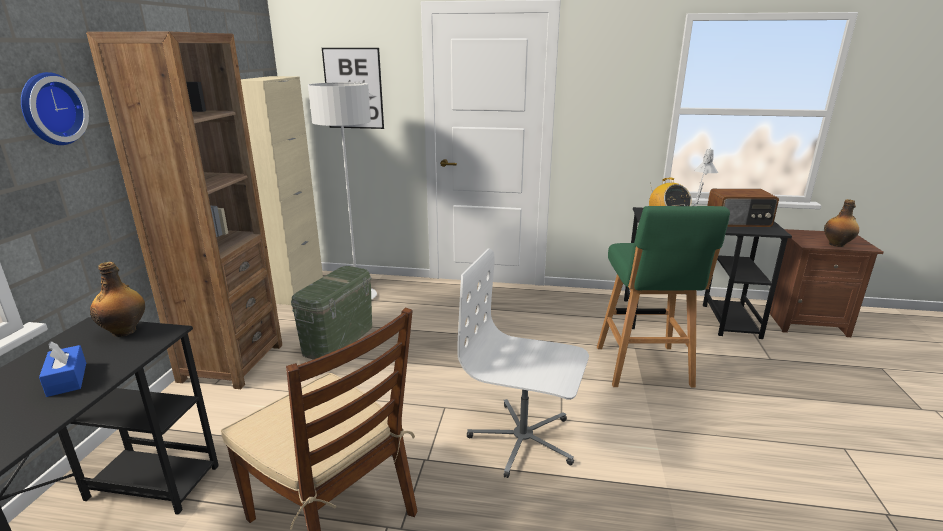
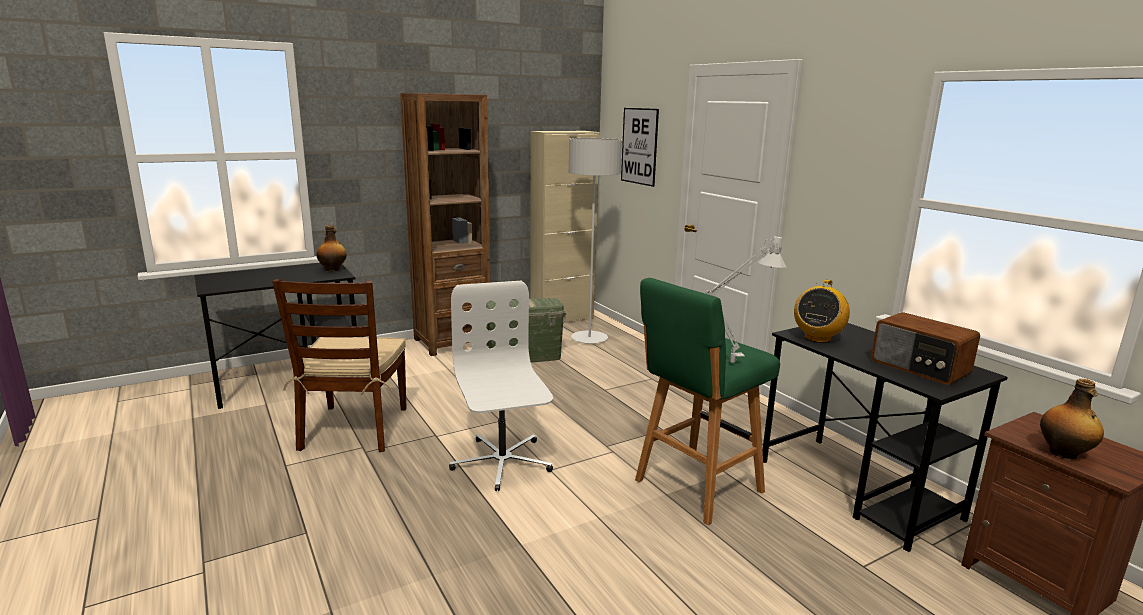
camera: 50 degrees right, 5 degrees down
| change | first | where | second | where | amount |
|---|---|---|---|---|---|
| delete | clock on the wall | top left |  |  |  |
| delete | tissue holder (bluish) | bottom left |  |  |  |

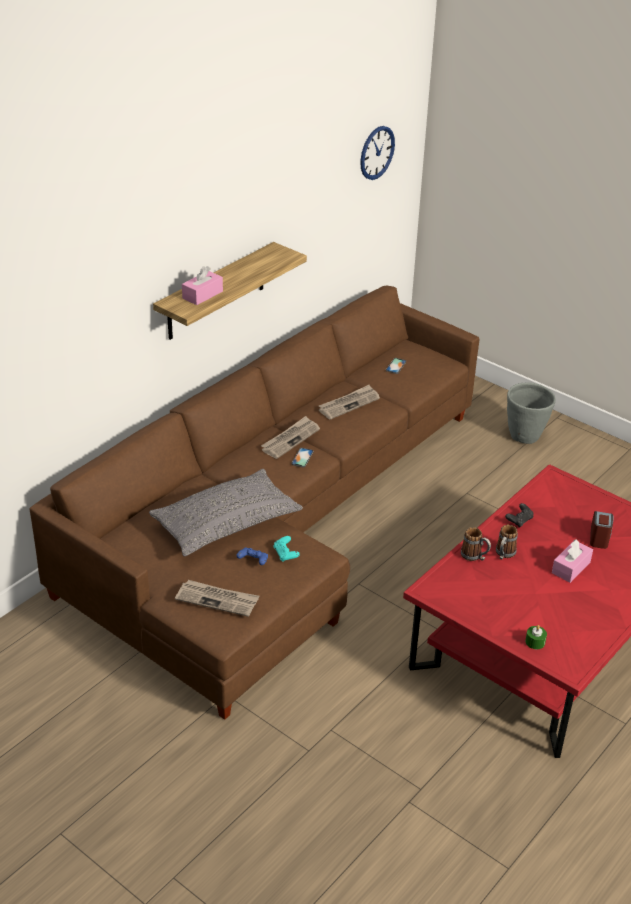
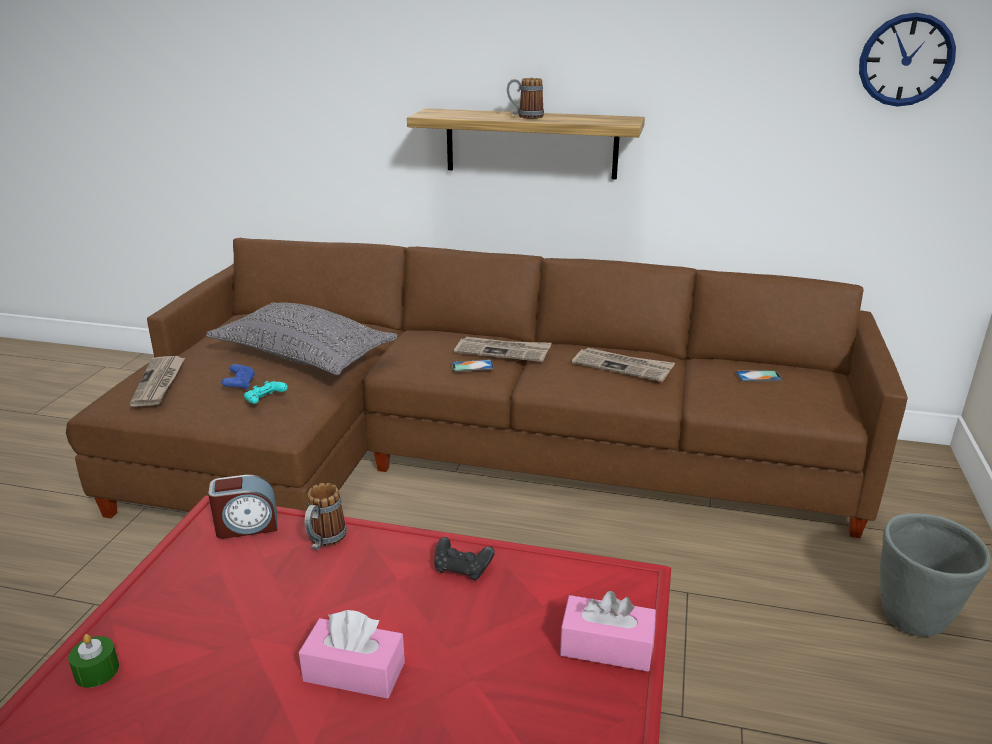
camera: 65 degrees right, 10 degrees down
| change | first | where | second | where | amount |
|---|---|---|---|---|---|
| move | tissue holder (pink) (1st from left in the first image) | top left | tissue holder (pink) (2nd from left) | bottom centre |  |
| move | tea mug (2nd from left) | middle right |  | top centre |  |
| move | bedside clock | middle right |  | bottom left |  |

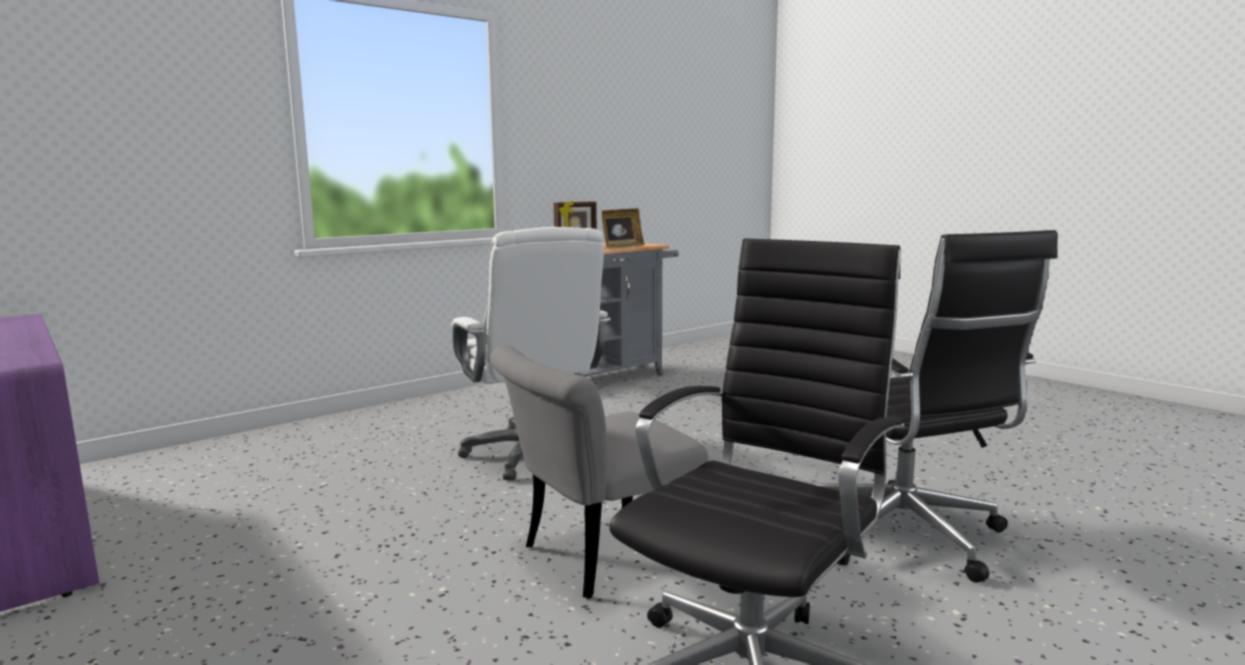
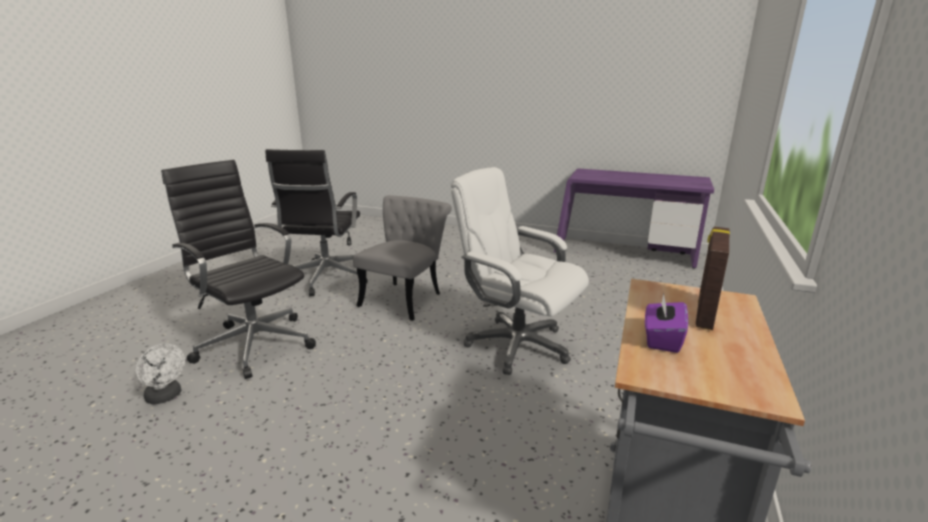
camera: 150 degrees right, 10 degrees up
| change | first | where | second | where | amount |
|---|---|---|---|---|---|
| insert |  |  | cooling fan (white) | bottom left |  |
| replace | photo frame (2nd from left) | centre | tissue holder (purplish) | middle right |  |

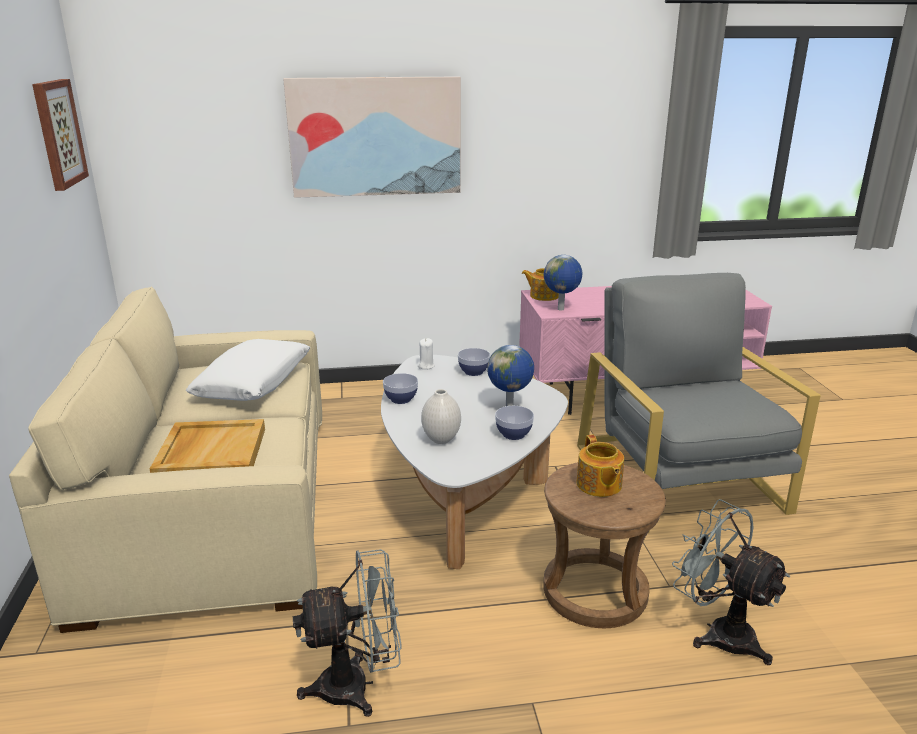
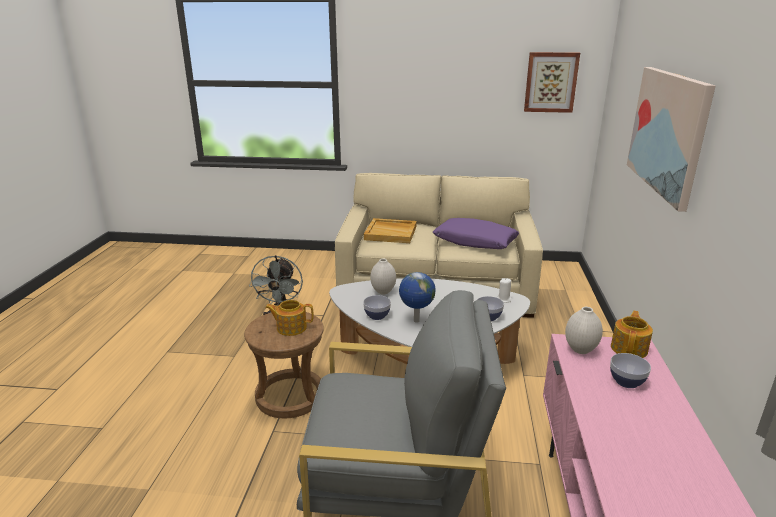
camera: 105 degrees right, 0 degrees up
| change | first | where | second | where | amount |
|---|---|---|---|---|---|
| delete | cooling fan (gray) (2nd from left) | bottom right |  |  |  |
| move | bowl (1st from left in the first image) | centre | bowl (3rd from left) | bottom right |  |
| replace | world globe (2nd from left) | centre | vase (white) (2nd from left) | middle right |  |
| recolor | pillow (white) | middle left | pillow (purplish) | centre |  |

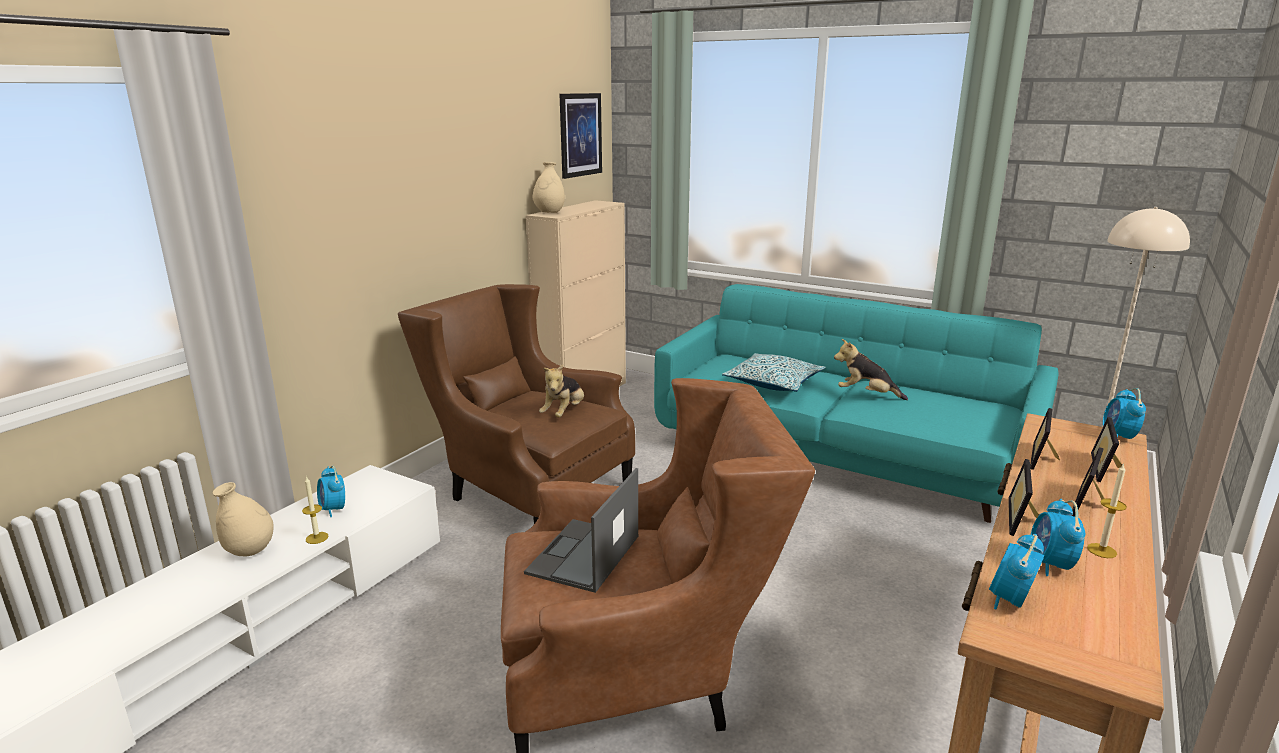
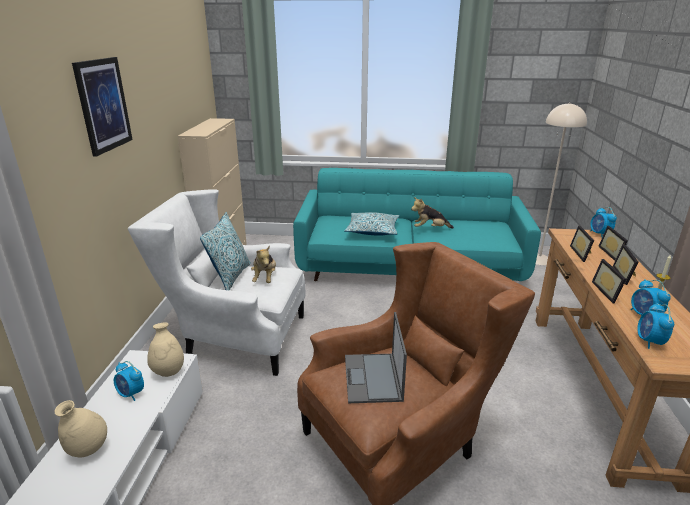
camera: 25 degrees left, 5 degrees up
| change | first | where | second | where | amount |
|---|---|---|---|---|---|
| delete | wax light (1st from left) | bottom left |  |  |  |
| insert |  |  | pillow (1st from left) | middle left |  |
| move | vase (beige) (2nd from left) | top centre |  | bottom left |  |
| move | wall picture | top centre |  | top left |  |
| recolor | easy chair (brownish) (1st from left) | centre | easy chair (white) | middle left |  |

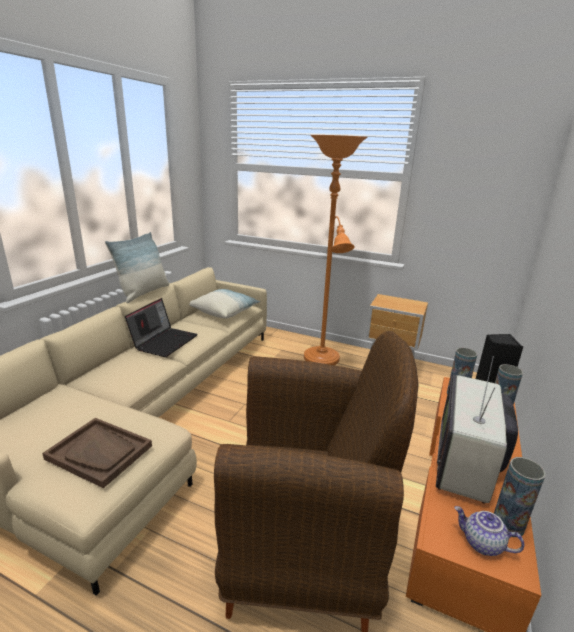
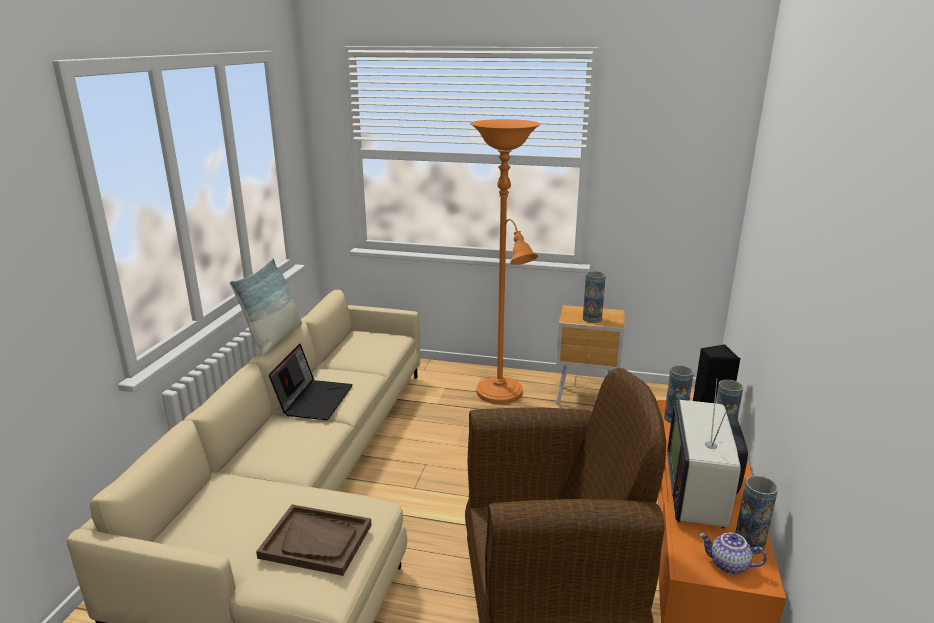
camera: 10 degrees left, 0 degrees up
| change | first | where | second | where | amount |
|---|---|---|---|---|---|
| delete | pillow (2nd from left) | centre |  |  |  |
| insert |  |  | vase (1st from left) | centre |  |

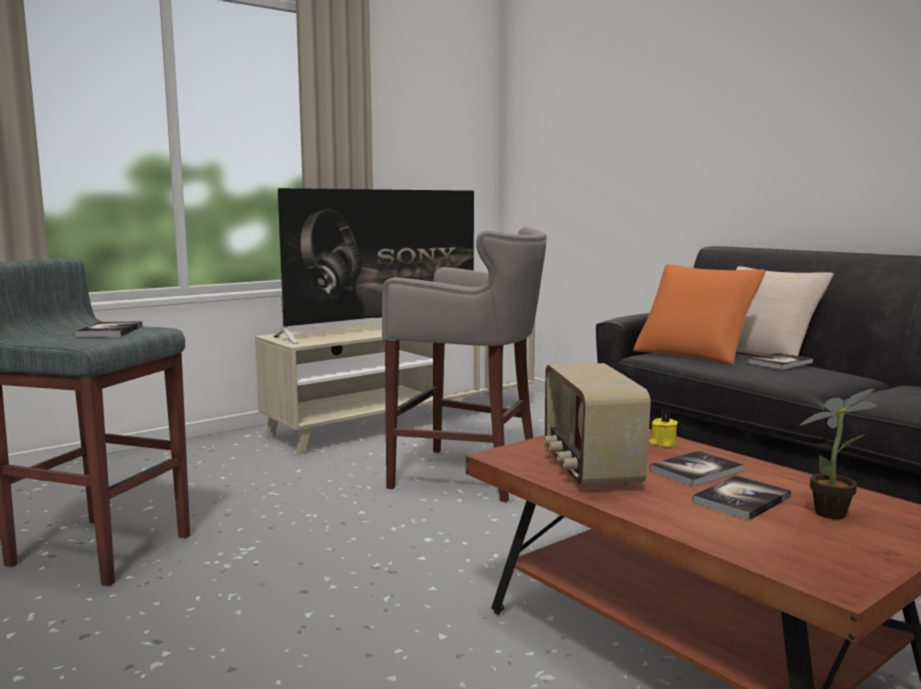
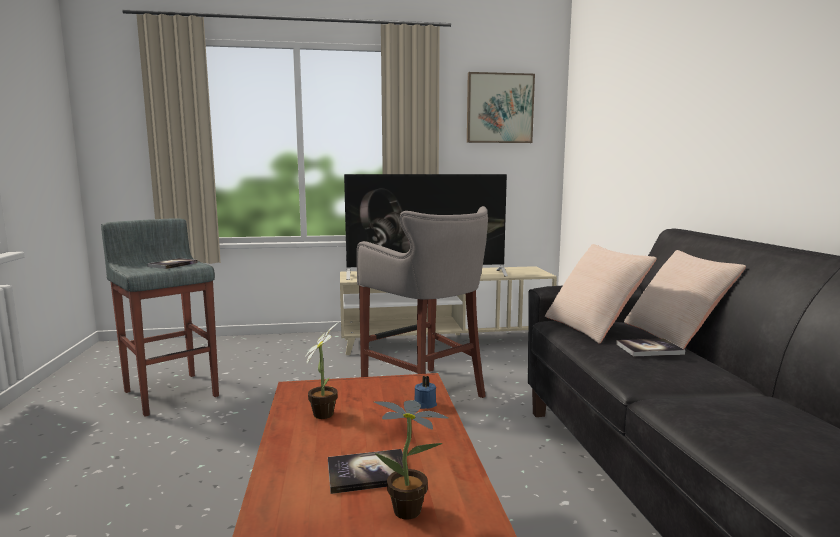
camera: 30 degrees right, 0 degrees up
| change | first | where | second | where | amount |
|---|---|---|---|---|---|
| delete | book (2nd from left) | bottom right |  |  |  |
| insert |  |  | wall picture | top centre |  |
| replace | radio set | centre | potted plant (1st from left) | bottom centre |  |
| recolor | pillow (orangey) | middle right | pillow (beige) (1st from left) | middle right |  |
| recolor | wax light (yellowish) | middle right | wax light (bluish) | bottom centre |  |

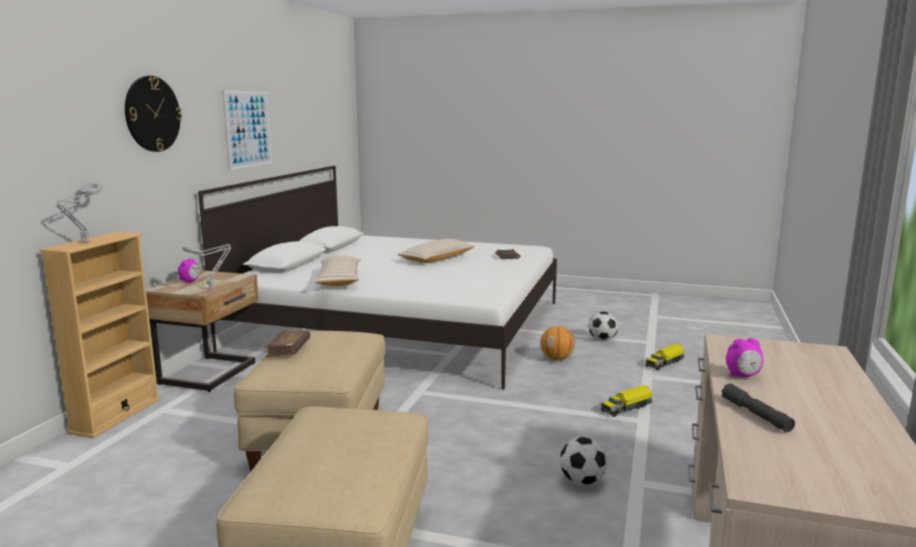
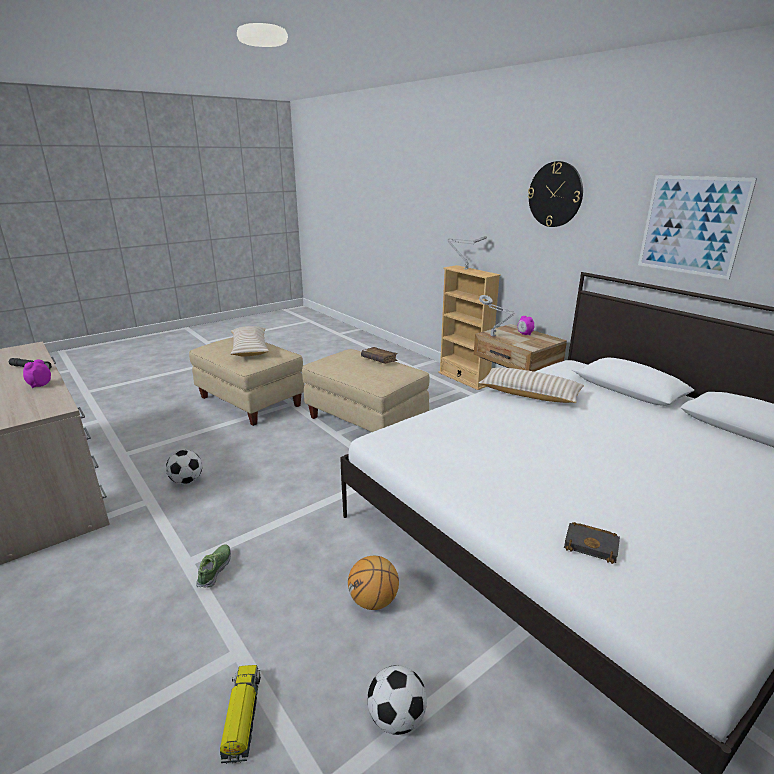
camera: 125 degrees right, 10 degrees up
| change | first | where | second | where | amount |
|---|---|---|---|---|---|
| move | pillow (beige) (2nd from left in the first image) | centre | pillow (beige) (1st from left) | middle left |  |
| replace | model truck (1st from left) | bottom right | shoe | bottom left |  |

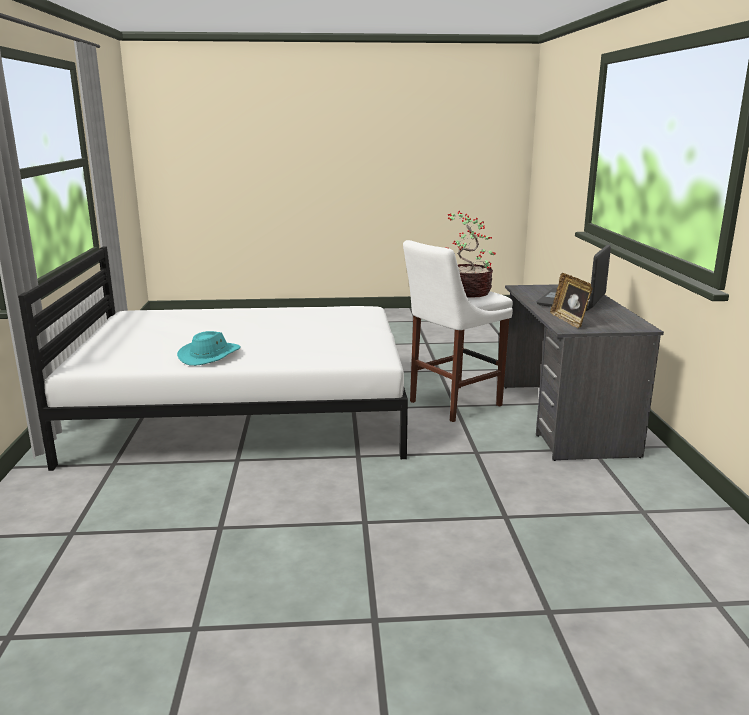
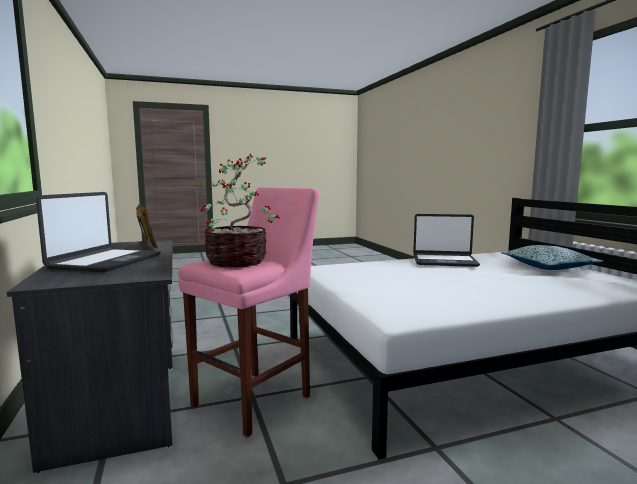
camera: 165 degrees right, 10 degrees down
| change | first | where | second | where | amount |
|---|---|---|---|---|---|
| insert |  |  | pillow | middle right |  |
| replace | wearable hat (blue-green) | middle left | portable computer (2nd from left) | middle right |  |
| recolor | stool (white) | centre | stool (pink) | centre |  |

